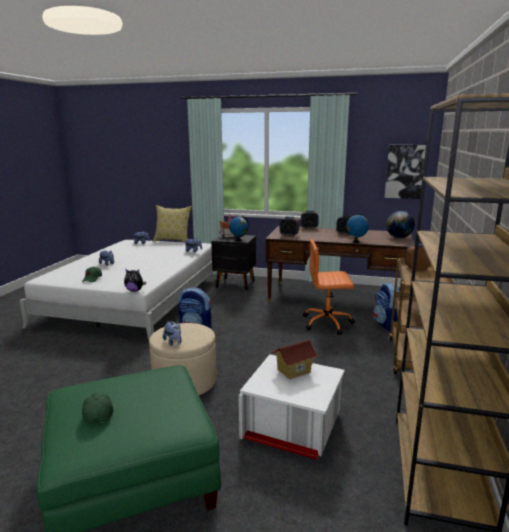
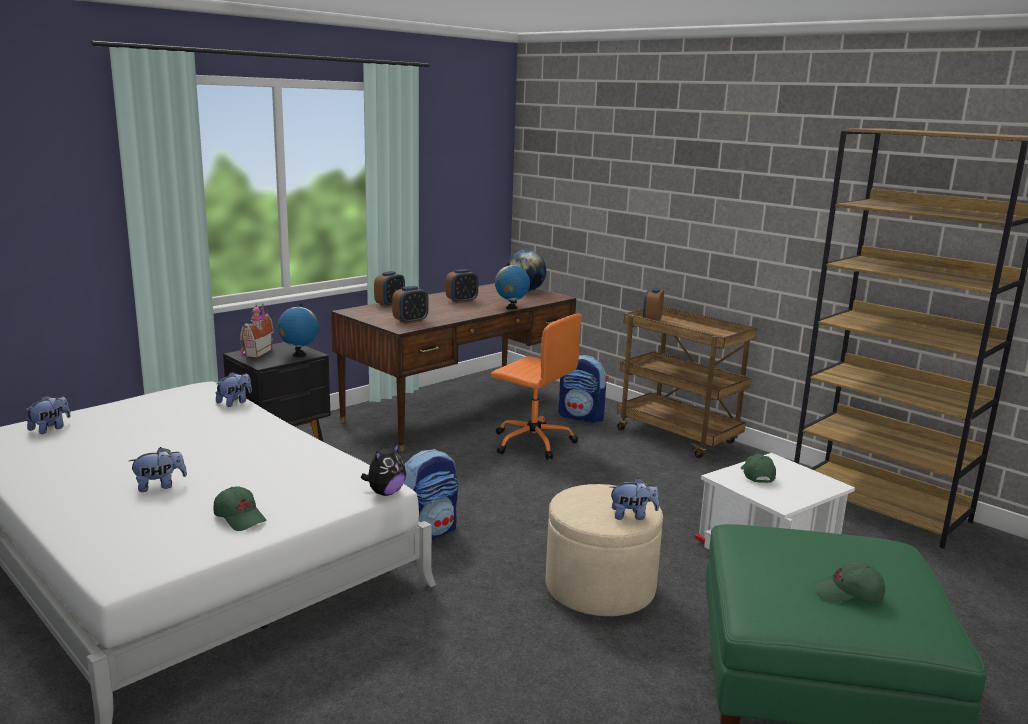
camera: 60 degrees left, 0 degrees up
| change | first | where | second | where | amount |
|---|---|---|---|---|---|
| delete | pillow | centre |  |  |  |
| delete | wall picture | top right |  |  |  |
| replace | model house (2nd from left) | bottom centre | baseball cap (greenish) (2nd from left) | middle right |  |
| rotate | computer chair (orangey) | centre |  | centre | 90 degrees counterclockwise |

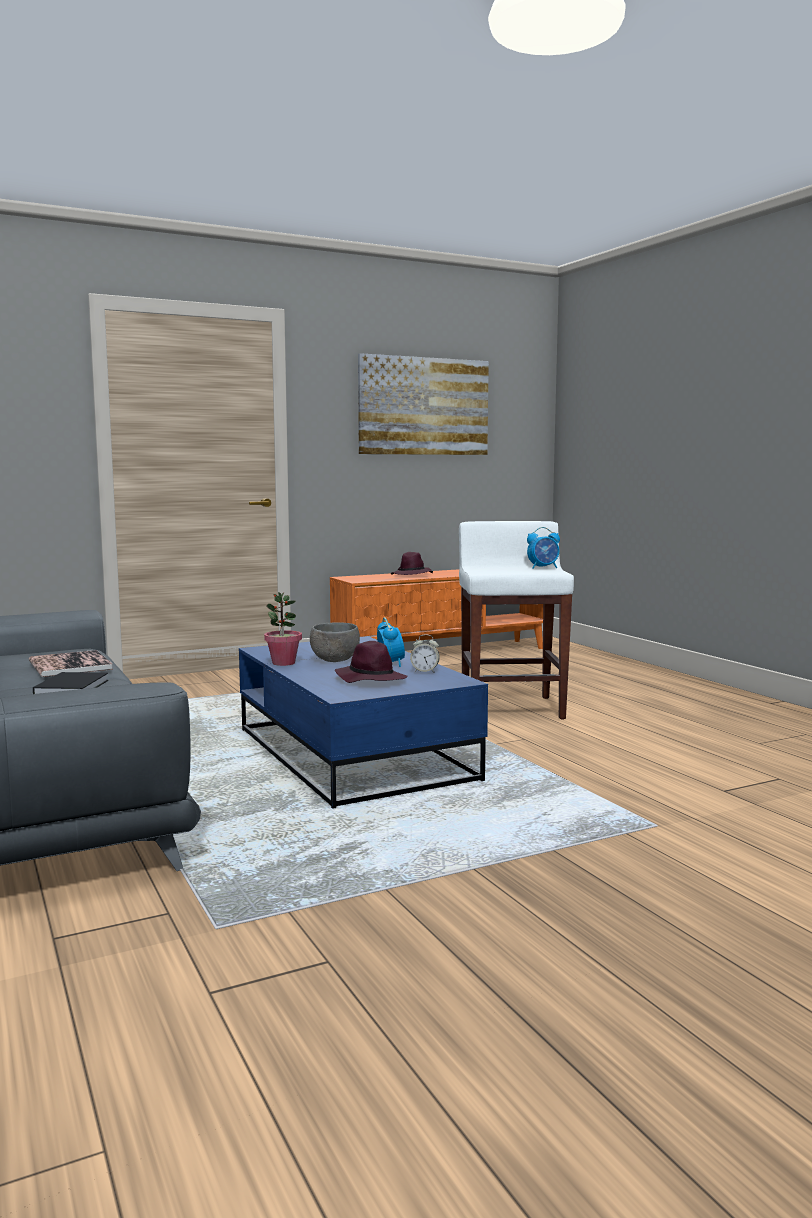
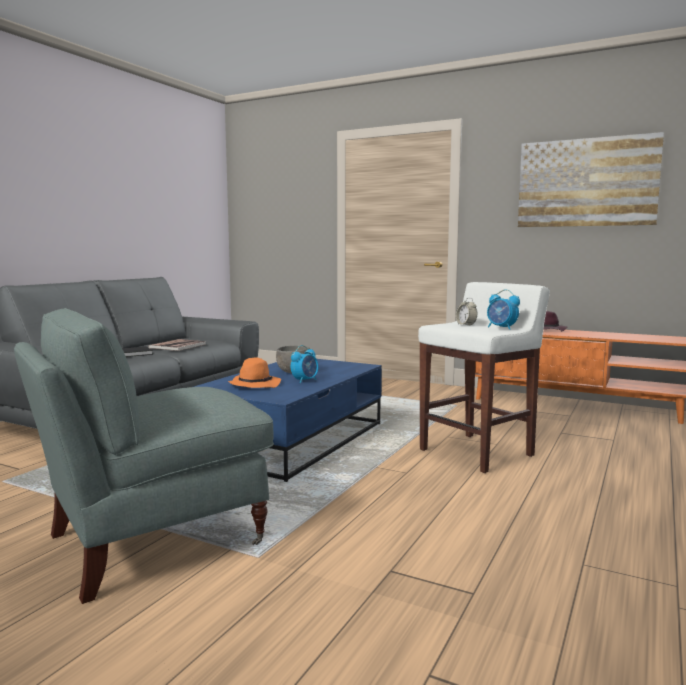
camera: 55 degrees right, 0 degrees up
| change | first | where | second | where | amount |
|---|---|---|---|---|---|
| delete | potted plant | centre |  |  |  |
| insert |  |  | easy chair (gray) | middle left |  |
| move | bedside clock (2nd from left) | centre |  | middle right |  |
| recolor | wearable hat (purplish) (1st from left) | centre | wearable hat (orangey) | centre |  |

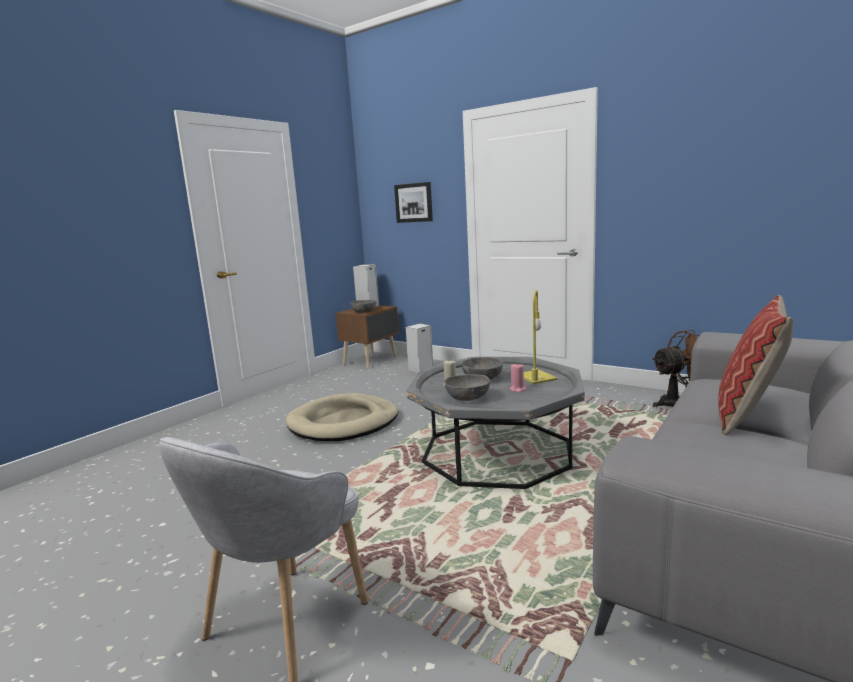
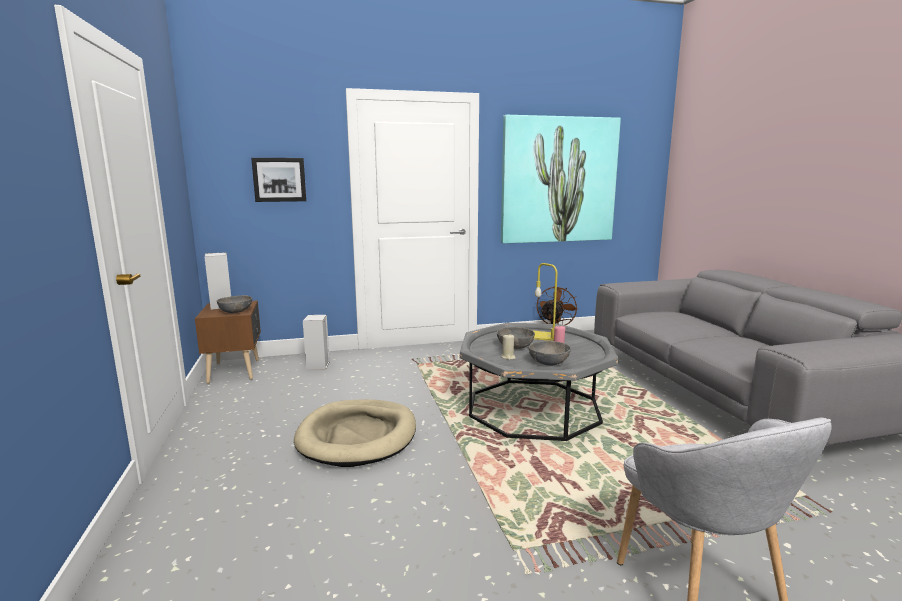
camera: 50 degrees left, 0 degrees up
| change | first | where | second | where | amount |
|---|---|---|---|---|---|
| delete | pillow | middle right |  |  |  |
| insert |  |  | wall picture (2nd from left) | top centre |  |

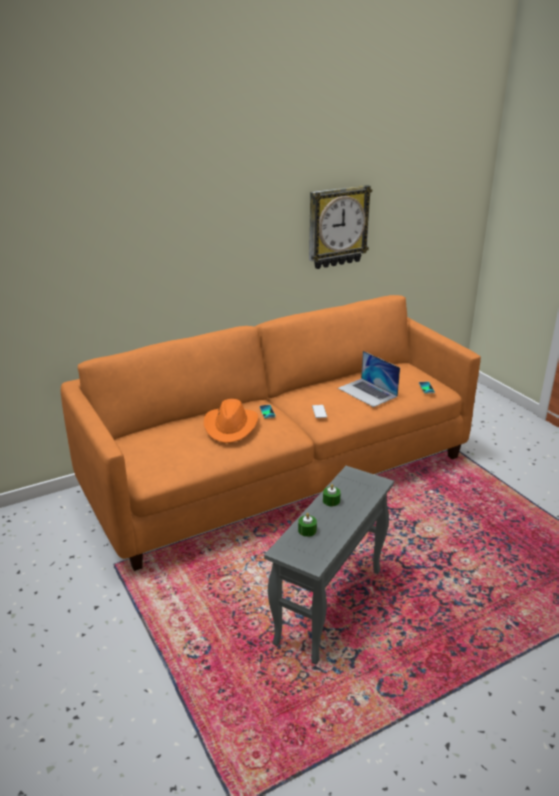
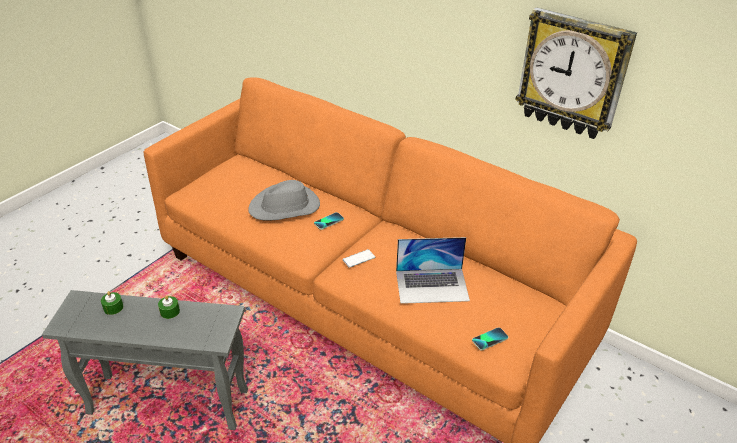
camera: 65 degrees right, 10 degrees up
| change | first | where | second | where | amount |
|---|---|---|---|---|---|
| recolor | wearable hat (orangey) | centre | wearable hat (gray) | centre |  |
| rotate | portable computer | centre |  | centre | 120 degrees counterclockwise |

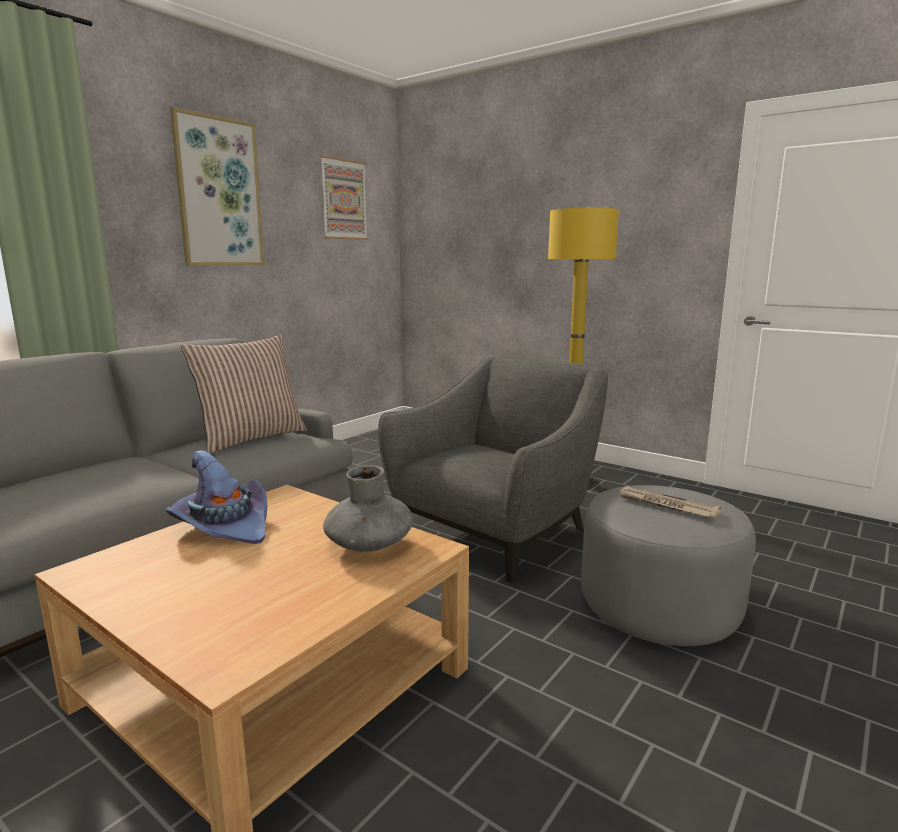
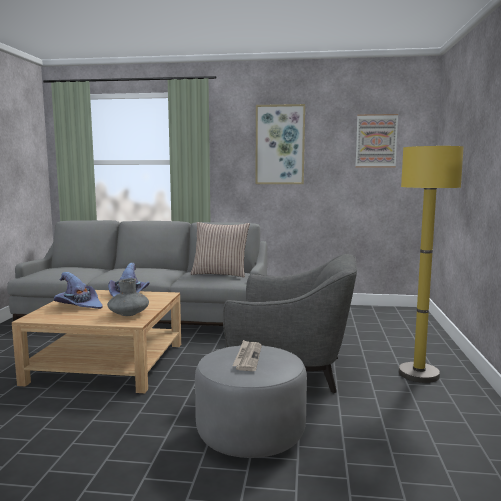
camera: 60 degrees right, 5 degrees down
| change | first | where | second | where | amount |
|---|---|---|---|---|---|
| insert |  |  | wearable hat (purplish) (1st from left) | middle left |  |

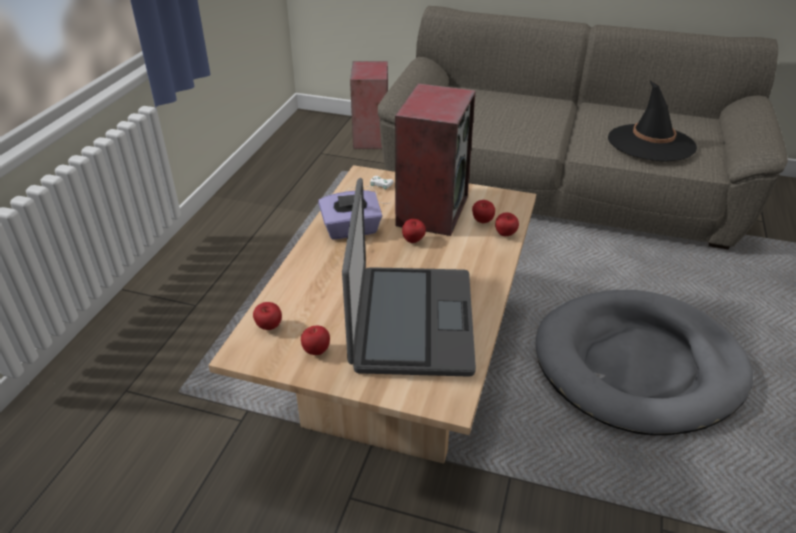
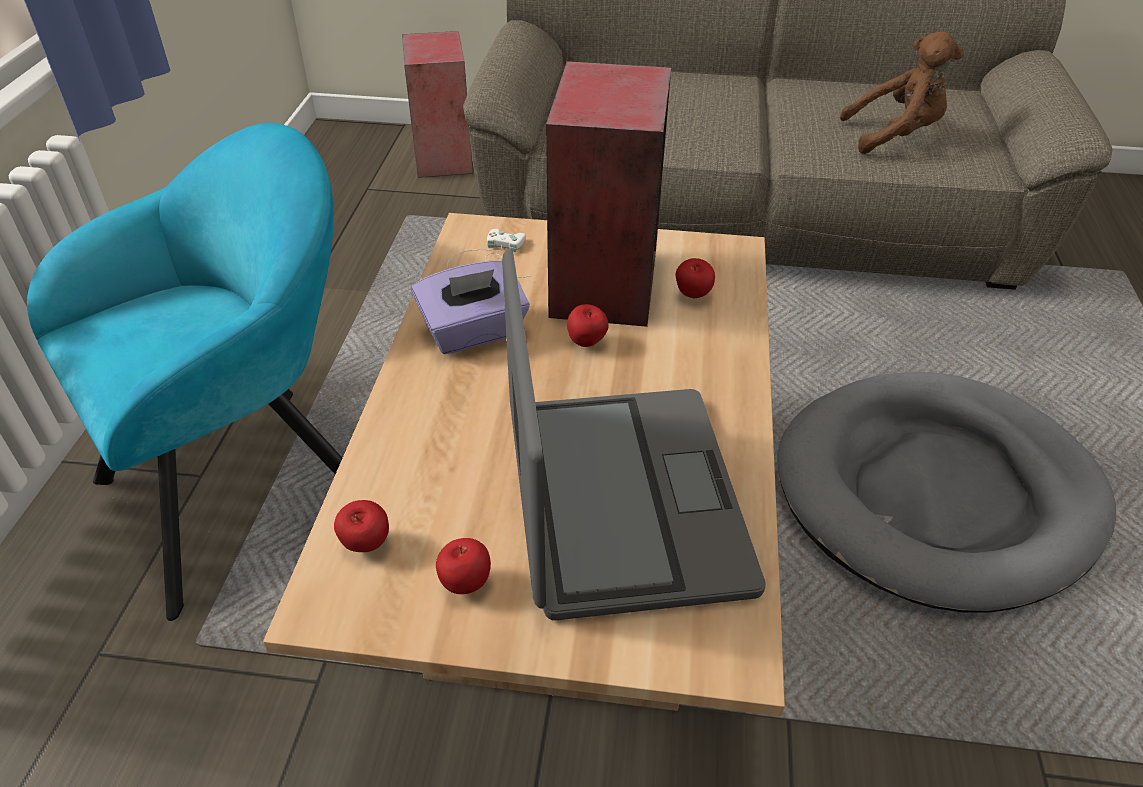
camera: 10 degrees left, 5 degrees up
| change | first | where | second | where | amount |
|---|---|---|---|---|---|
| delete | apple (5th from left) | centre |  |  |  |
| insert |  |  | easy chair (blue-green) | middle left |  |
| replace | wearable hat (blackish) | top right | plush toy (brownish) | top right |  |

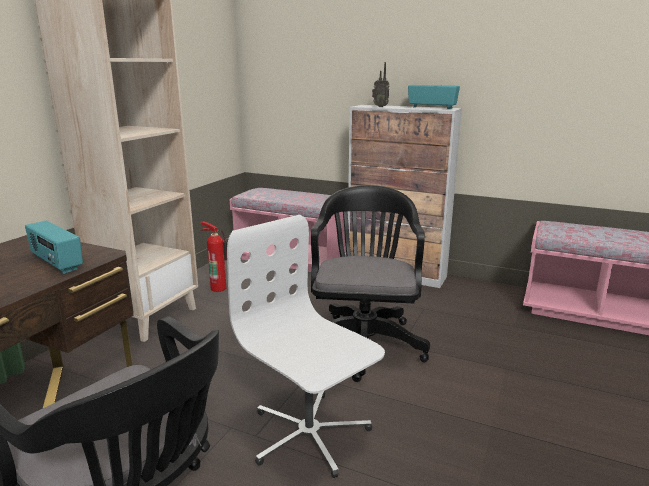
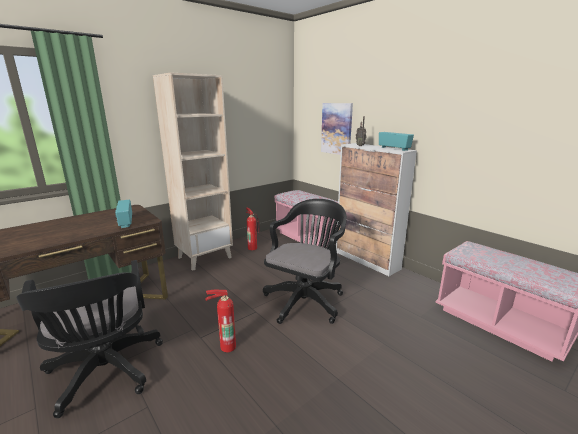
camera: 25 degrees right, 0 degrees up
| change | first | where | second | where | amount |
|---|---|---|---|---|---|
| insert |  |  | wall picture | top centre |  |
| replace | computer chair (white) | bottom centre | fire extinguisher (1st from left) | bottom centre |  |

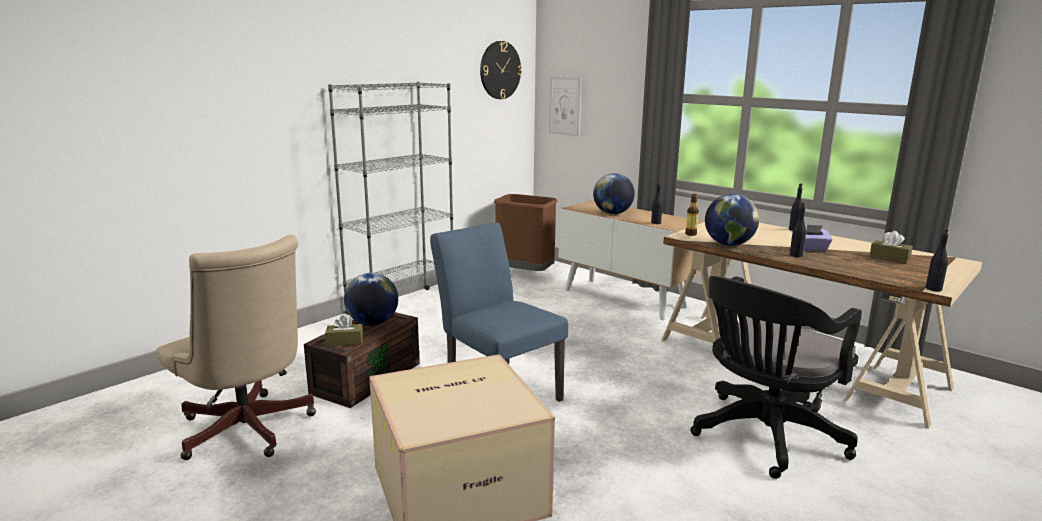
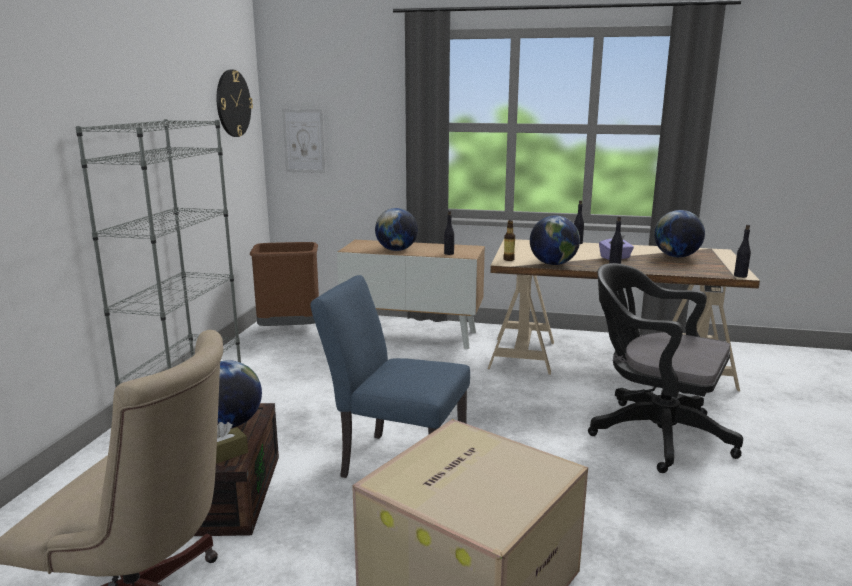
camera: 30 degrees left, 0 degrees up
| change | first | where | second | where | amount |
|---|---|---|---|---|---|
| replace | tissue holder (brownish) (2nd from left) | middle right | world globe (4th from left) | middle right |  |
| rotate | computer chair (blackish) | bottom right |  | middle right | 105 degrees clockwise |

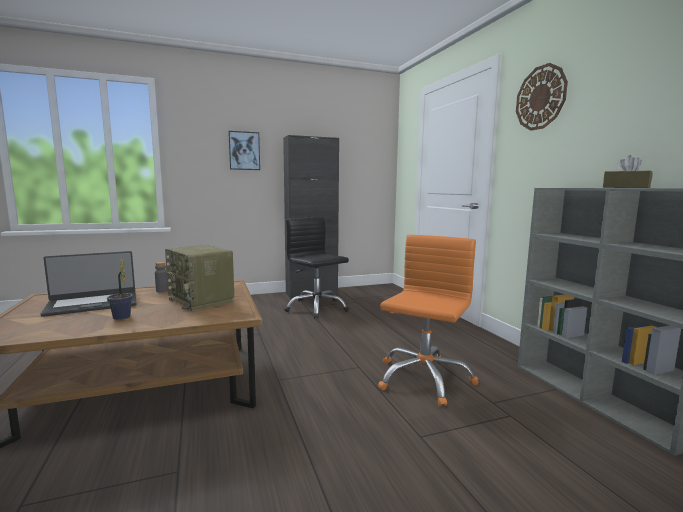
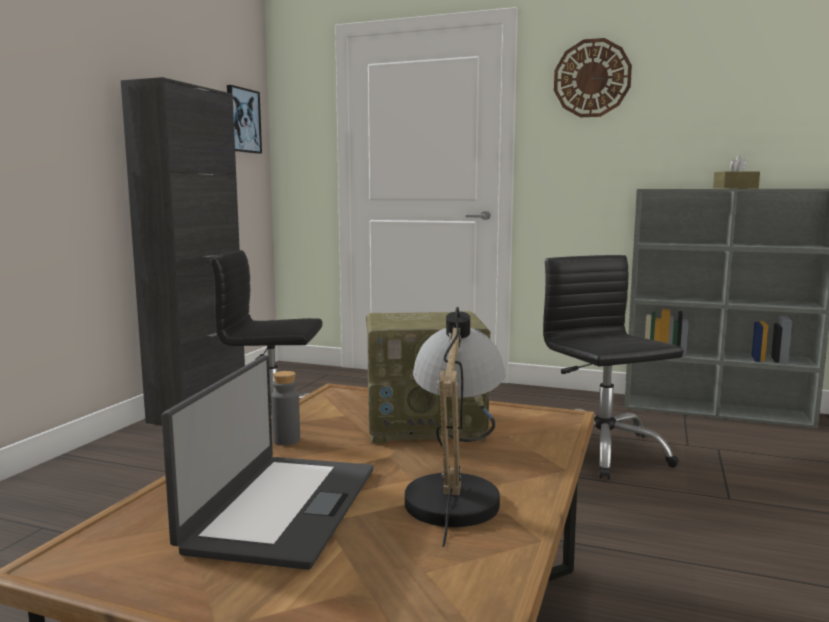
camera: 50 degrees left, 0 degrees up
| change | first | where | second | where | amount |
|---|---|---|---|---|---|
| move | wall picture | top centre |  | top left |  |
| replace | potted plant | middle left | table lamp | bottom centre |  |
| recolor | computer chair (orangey) | centre | computer chair (blackish) (2nd from left) | middle right |  |

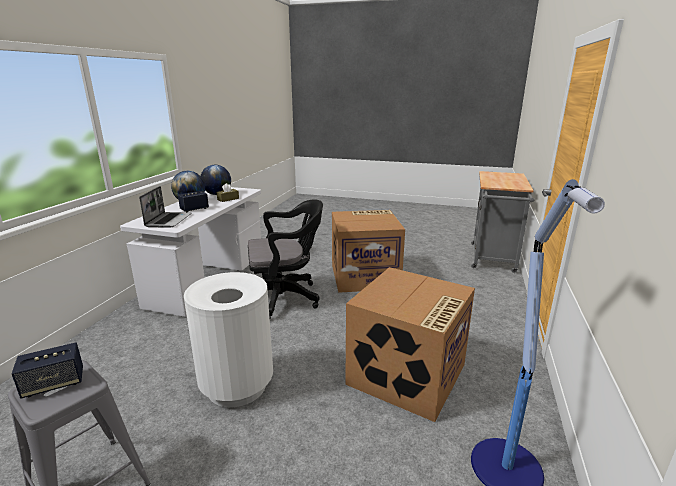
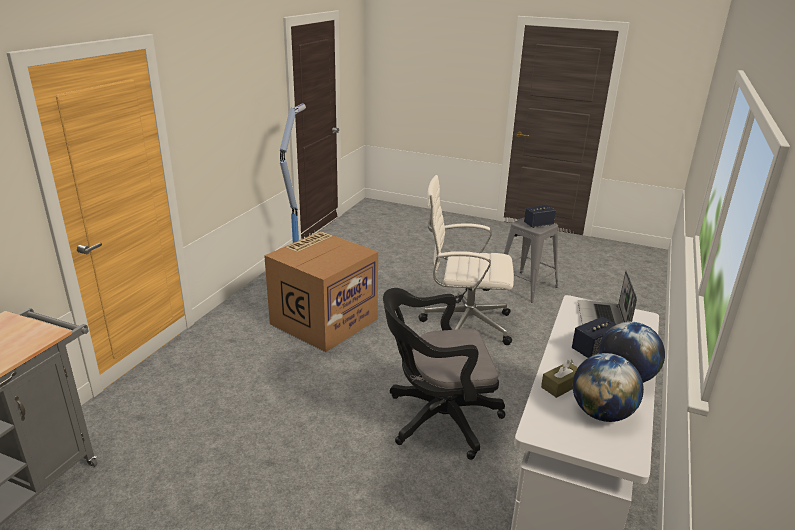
camera: 175 degrees left, 5 degrees up
| change | first | where | second | where | amount |
|---|---|---|---|---|---|
| delete | packing box (1st from left) | centre |  |  |  |
| replace | rubbish bin (white) | bottom centre | computer chair (white) | centre |  |

